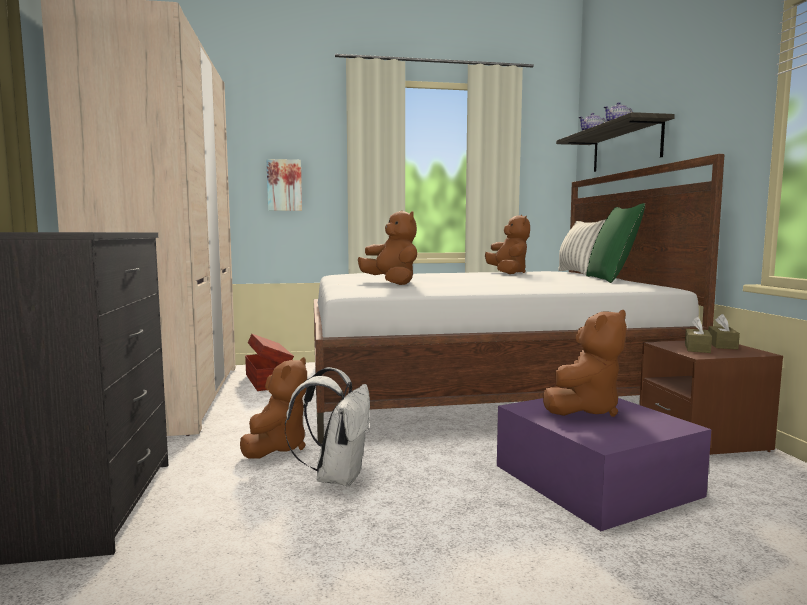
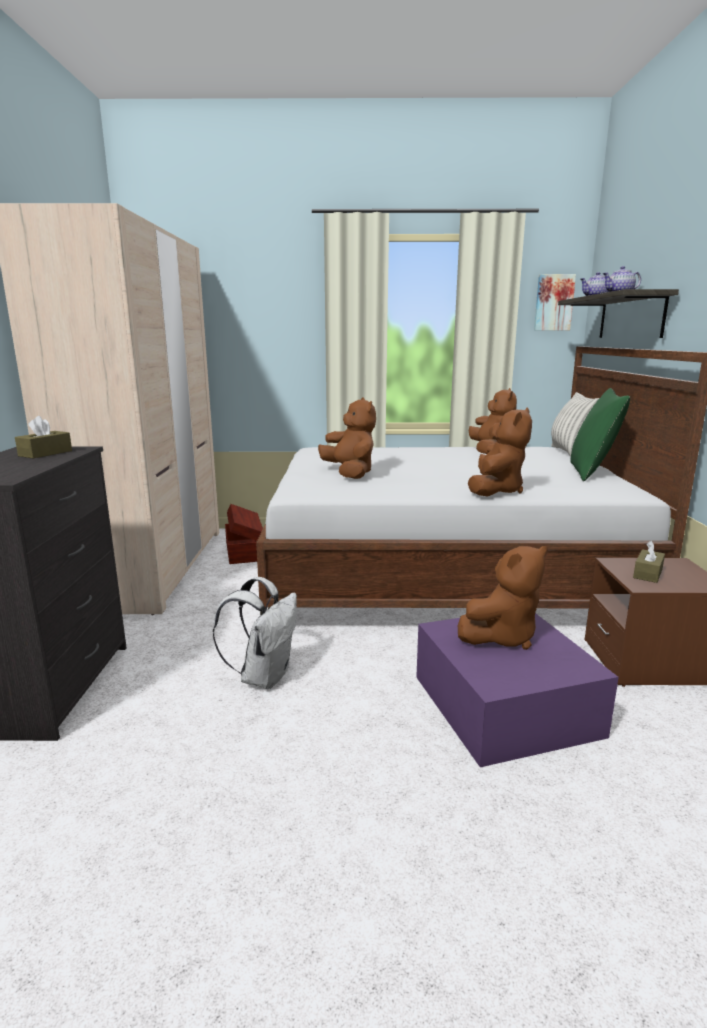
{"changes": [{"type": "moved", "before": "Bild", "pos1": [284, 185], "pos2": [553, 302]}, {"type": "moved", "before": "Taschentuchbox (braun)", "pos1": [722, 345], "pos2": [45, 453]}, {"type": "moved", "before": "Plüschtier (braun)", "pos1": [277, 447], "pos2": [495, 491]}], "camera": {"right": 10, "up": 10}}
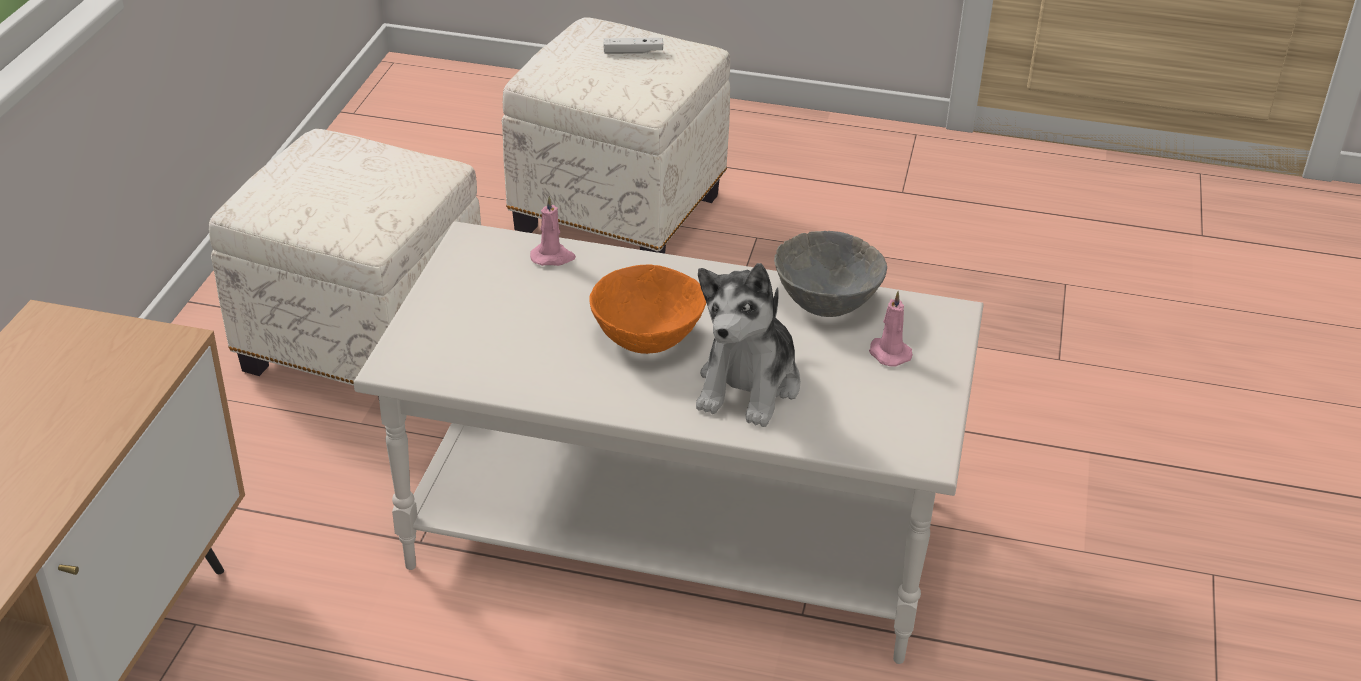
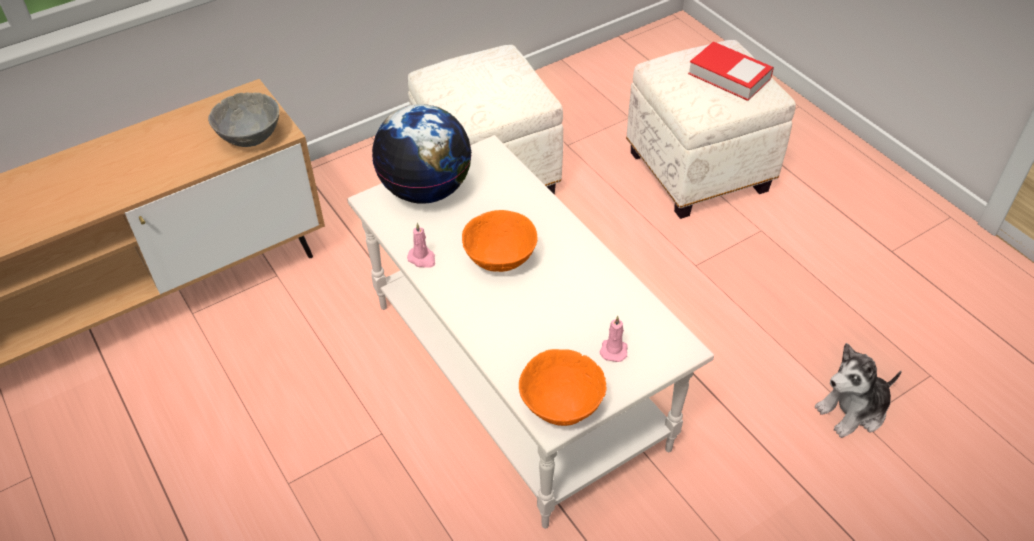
{"changes": [{"type": "replaced", "before": "Gamepad (weiß)", "after": "Buch", "pos1": [633, 52], "pos2": [729, 76]}, {"type": "moved", "before": "Kerze (rosa)", "pos1": [553, 257], "pos2": [422, 259]}, {"type": "moved", "before": "Schüssel (grau)", "pos1": [826, 302], "pos2": [250, 137]}, {"type": "moved", "before": "Plüschtier", "pos1": [749, 385], "pos2": [853, 410]}, {"type": "added", "after": "Globus", "pos2": [426, 190]}, {"type": "added", "after": "Schüssel (orange)", "pos2": [561, 405]}], "camera": {"right": 45, "up": 10}}
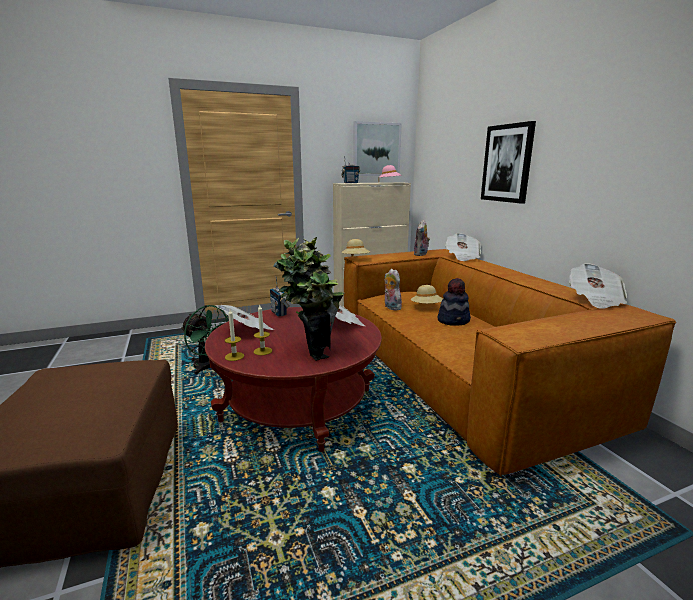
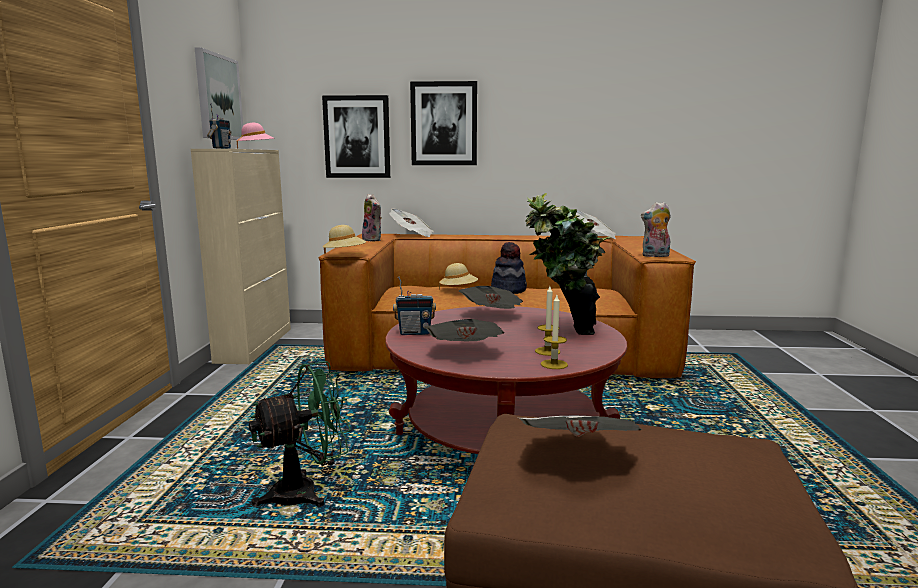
{"changes": [{"type": "moved", "before": "Plüschtier", "pos1": [391, 307], "pos2": [655, 256]}, {"type": "added", "after": "Bild", "pos2": [357, 137]}, {"type": "added", "after": "Zeitung", "pos2": [577, 455]}], "camera": {"right": -65, "up": -5}}
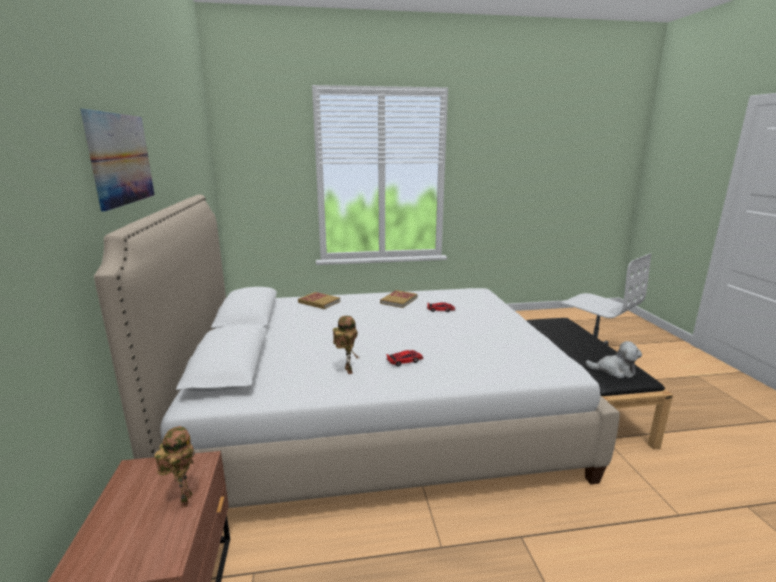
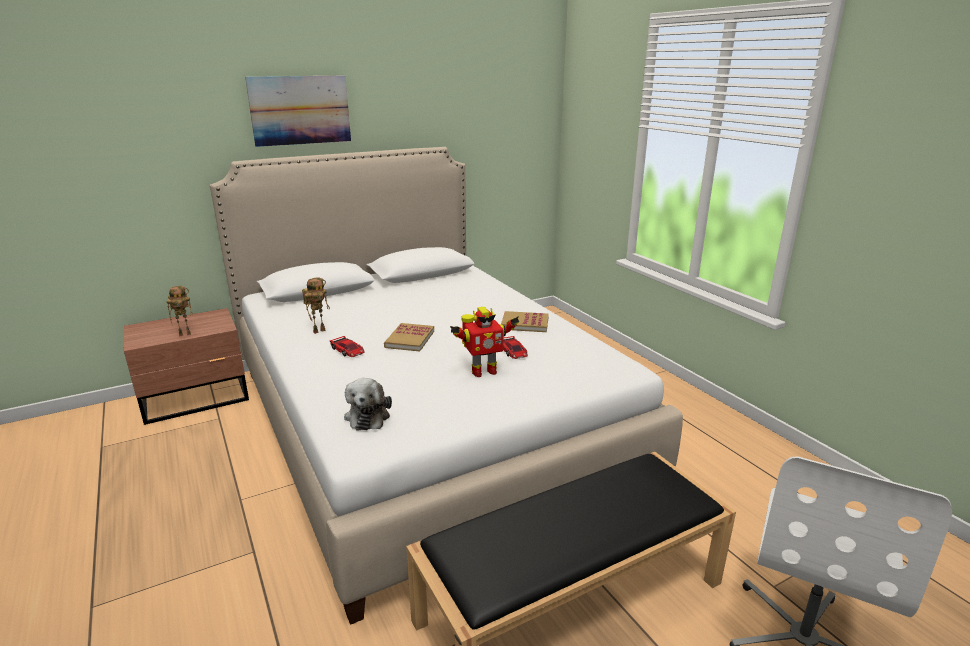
{"changes": [{"type": "moved", "before": "Buch", "pos1": [319, 302], "pos2": [409, 339]}, {"type": "moved", "before": "Plüschtier", "pos1": [614, 371], "pos2": [368, 415]}, {"type": "added", "after": "Spielzeugroboter", "pos2": [483, 371]}], "camera": {"right": 70, "up": 5}}
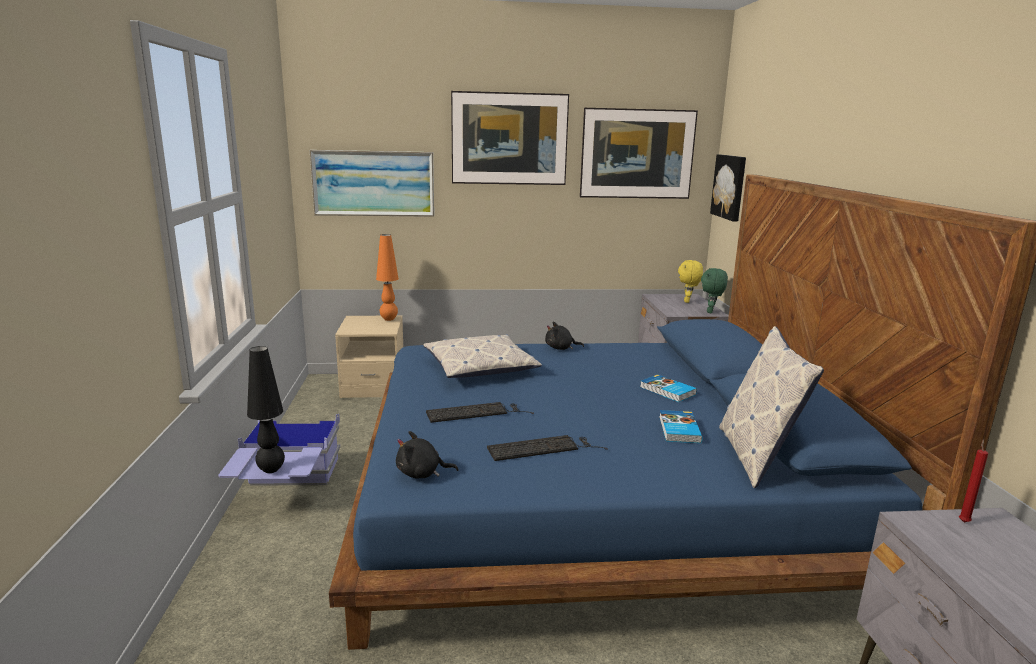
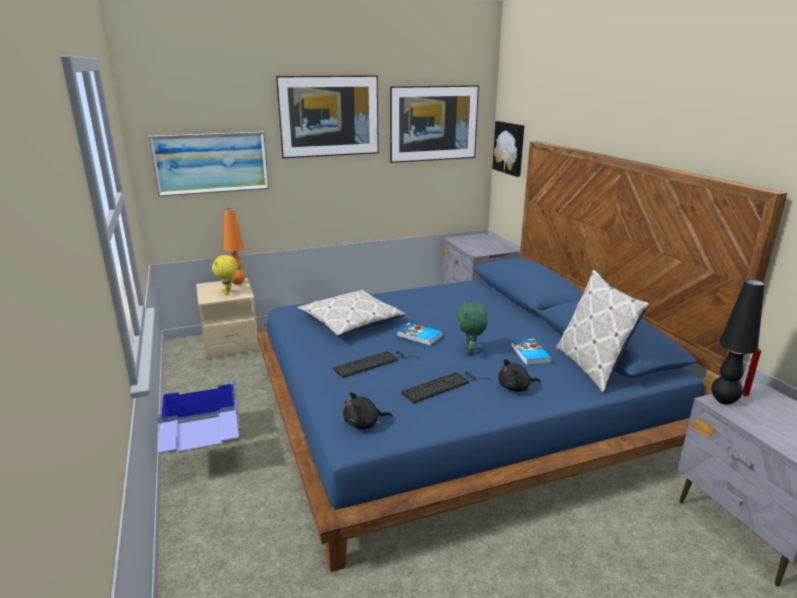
{"changes": [{"type": "moved", "before": "Plüschtier (gelb)", "pos1": [687, 301], "pos2": [228, 293]}, {"type": "moved", "before": "Plüschtier (grün)", "pos1": [711, 312], "pos2": [470, 351]}, {"type": "moved", "before": "Plüschtier (schwarz)", "pos1": [560, 348], "pos2": [516, 388]}, {"type": "moved", "before": "Tischlampe (schwarz)", "pos1": [271, 470], "pos2": [723, 401]}, {"type": "moved", "before": "Buch", "pos1": [667, 391], "pos2": [419, 336]}], "camera": {"right": -15, "up": 5}}
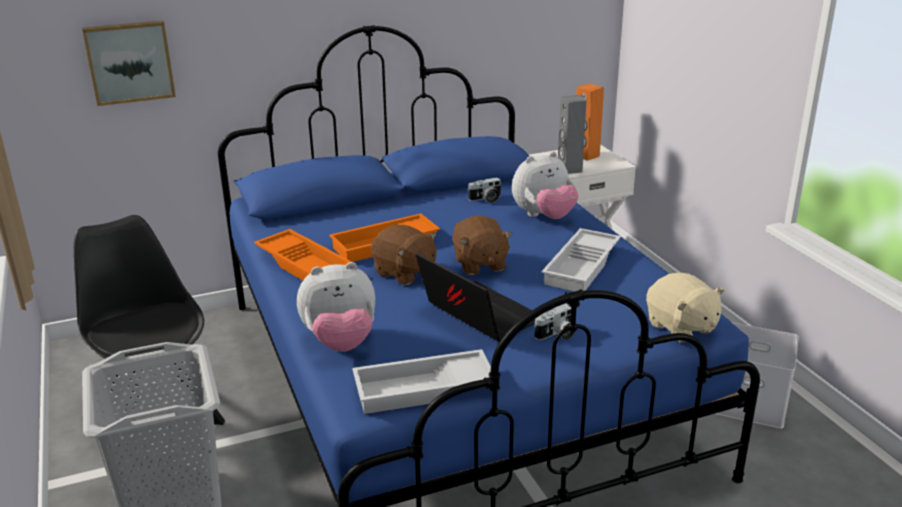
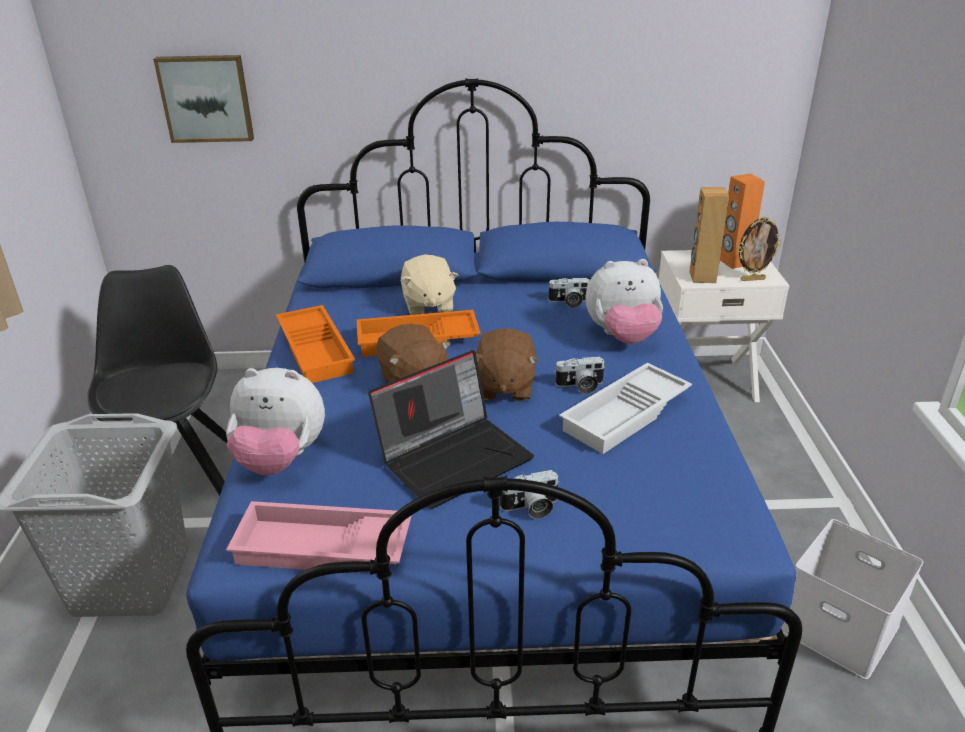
{"changes": [{"type": "recoloured", "before": "Lautsprecher (grau)", "after": "Lautsprecher (braun)", "pos1": [569, 169], "pos2": [702, 277]}, {"type": "turned", "before": "Laptop", "pos1": [477, 315], "pos2": [455, 457], "turn": 75}, {"type": "moved", "before": "Plüschtier (beige)", "pos1": [681, 327], "pos2": [428, 305]}, {"type": "recoloured", "before": "Tablett (weiß)", "after": "Tablett (rosa)", "pos1": [423, 390], "pos2": [321, 549]}, {"type": "added", "after": "Bilderrahmen", "pos2": [752, 279]}, {"type": "added", "after": "Kamera", "pos2": [580, 386]}], "camera": {"right": 20, "up": 5}}
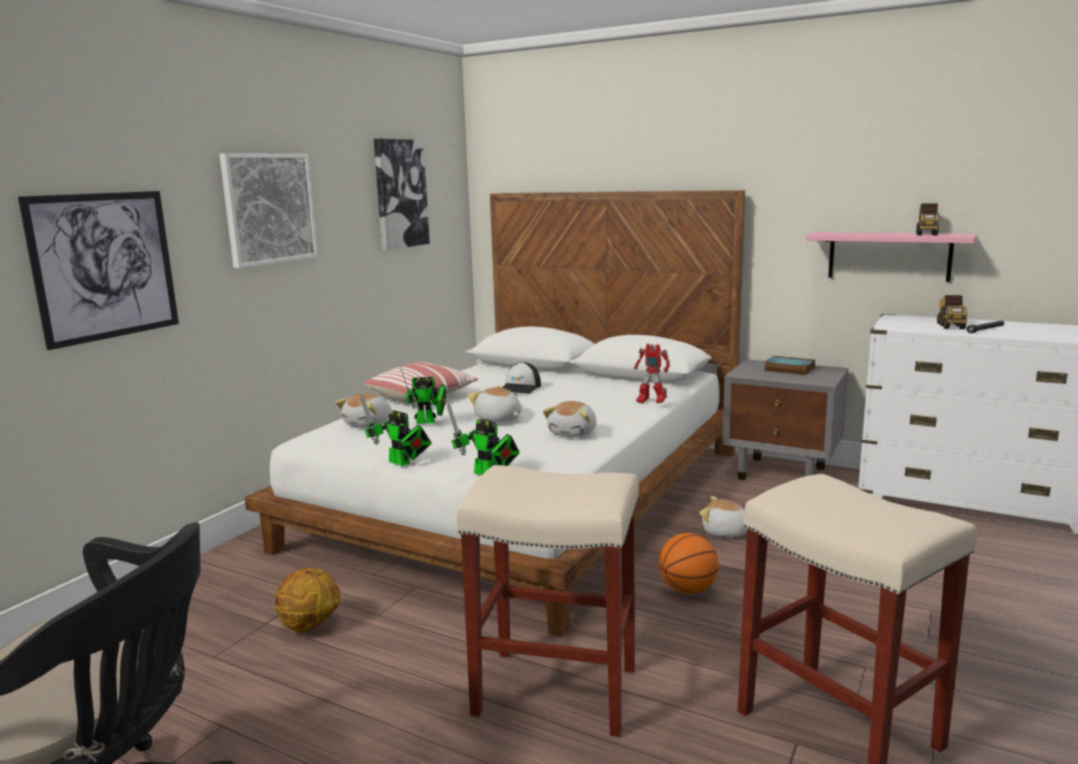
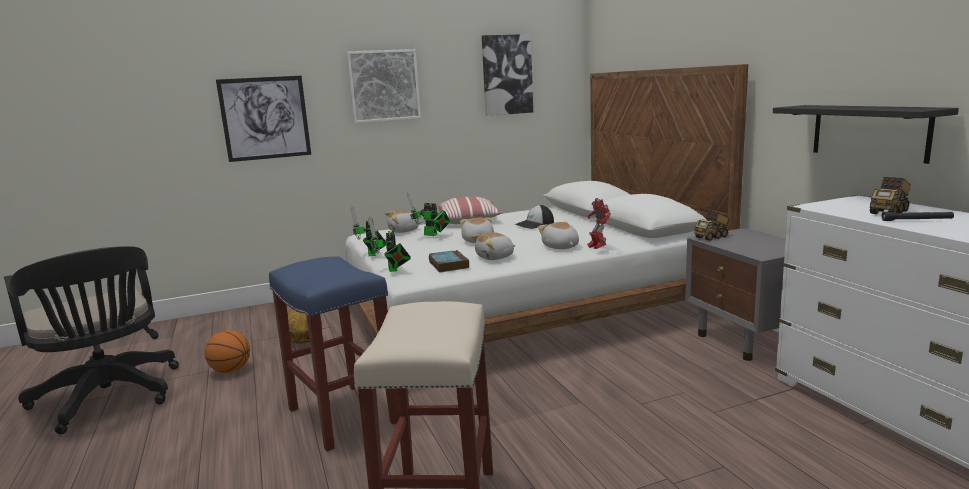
{"changes": [{"type": "moved", "before": "Spielzeuglaster", "pos1": [926, 234], "pos2": [712, 237]}, {"type": "recoloured", "before": "Wandregal (rosa)", "after": "Wandregal (schwarz)", "pos1": [889, 256], "pos2": [869, 132]}, {"type": "moved", "before": "Buch", "pos1": [788, 369], "pos2": [448, 264]}, {"type": "recoloured", "before": "Hocker (beige)", "after": "Hocker (blau)", "pos1": [558, 690], "pos2": [344, 416]}, {"type": "moved", "before": "Plüschtier", "pos1": [725, 532], "pos2": [560, 247]}, {"type": "moved", "before": "Basketball", "pos1": [687, 589], "pos2": [231, 370]}], "camera": {"right": 40, "up": 0}}
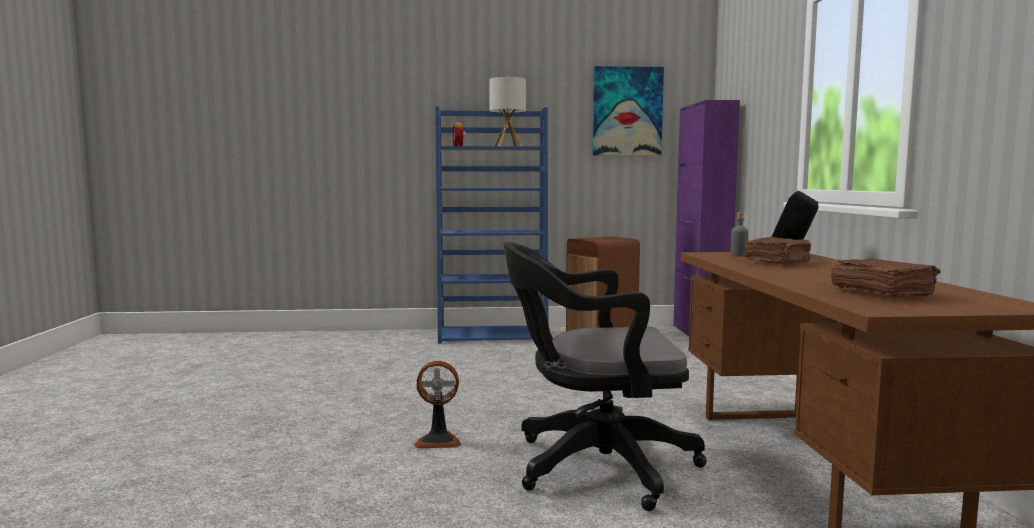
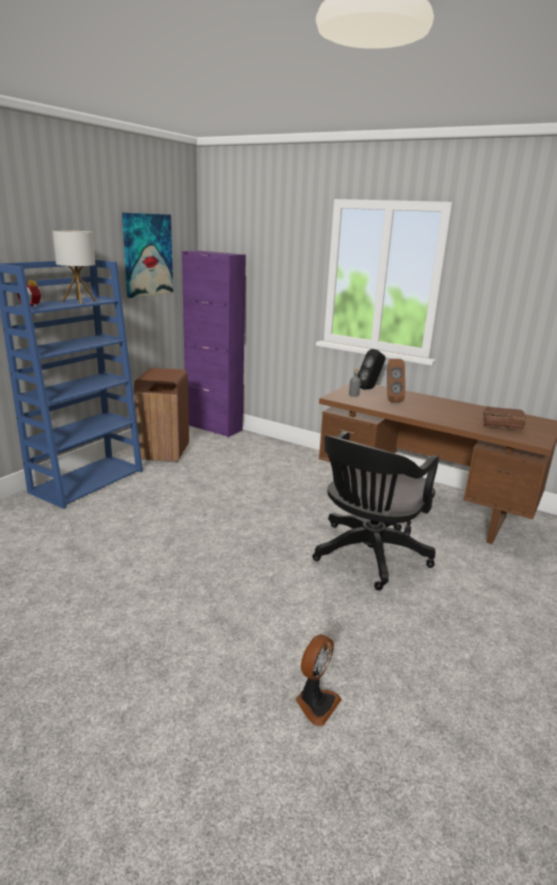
{"changes": [{"type": "replaced", "before": "Buch (braun)", "after": "Lautsprecher (braun)", "pos1": [778, 262], "pos2": [391, 400]}, {"type": "moved", "before": "Ventilator", "pos1": [438, 440], "pos2": [315, 703]}], "camera": {"right": -55, "up": 15}}
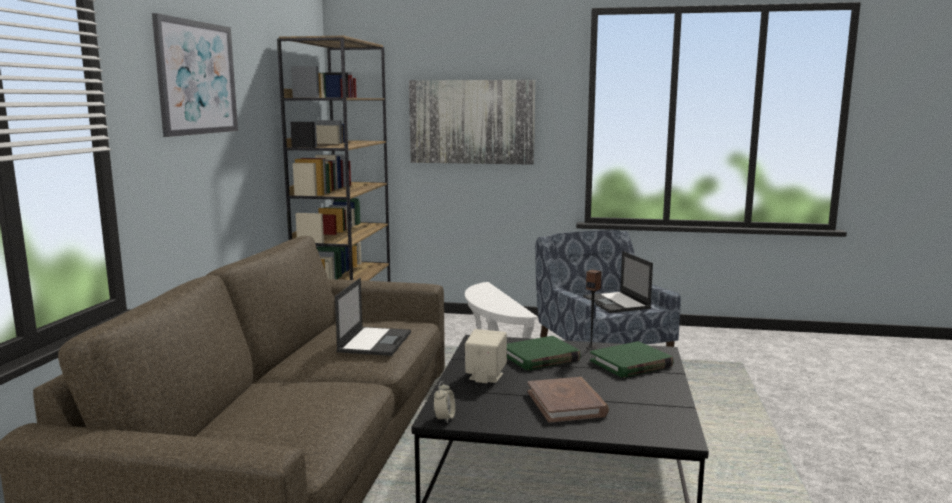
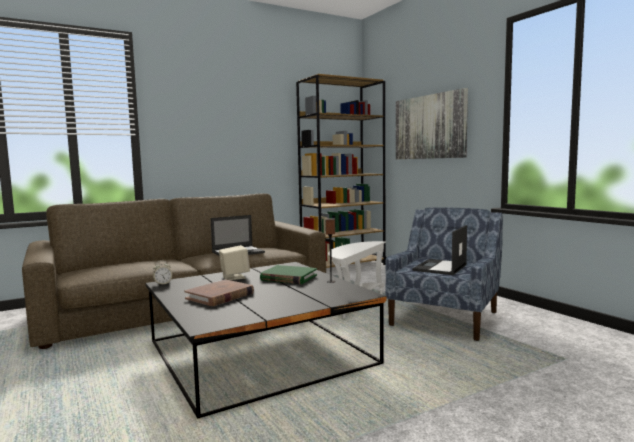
{"changes": [{"type": "removed", "before": "Bild", "pos1": [197, 78]}, {"type": "removed", "before": "Buch (grün)", "pos1": [631, 363]}], "camera": {"right": 50, "up": -5}}
